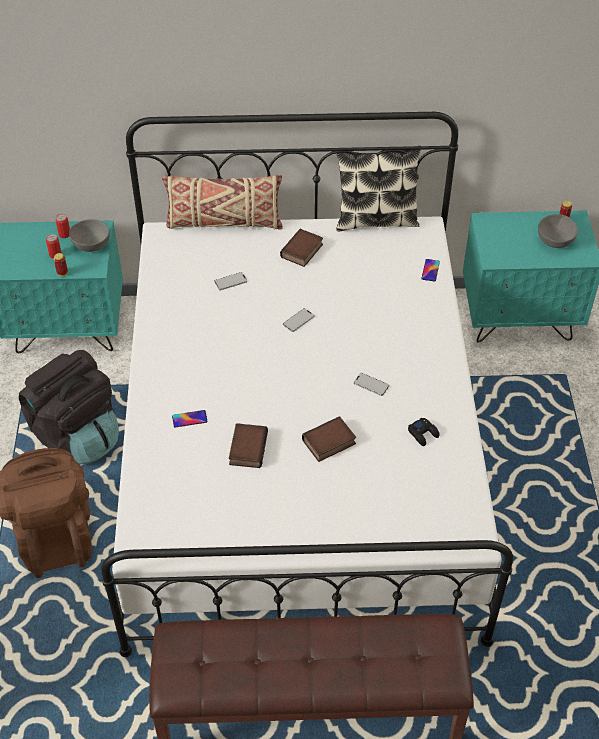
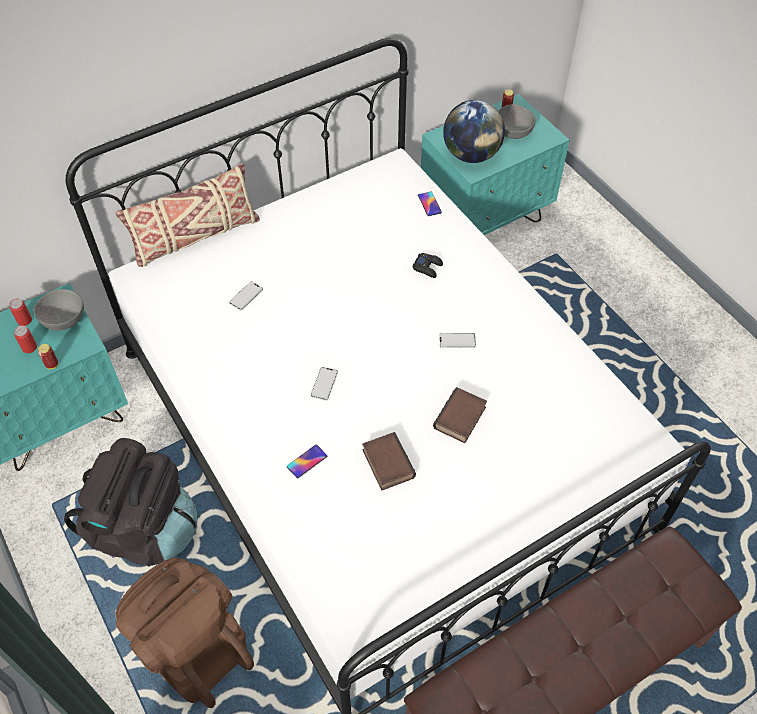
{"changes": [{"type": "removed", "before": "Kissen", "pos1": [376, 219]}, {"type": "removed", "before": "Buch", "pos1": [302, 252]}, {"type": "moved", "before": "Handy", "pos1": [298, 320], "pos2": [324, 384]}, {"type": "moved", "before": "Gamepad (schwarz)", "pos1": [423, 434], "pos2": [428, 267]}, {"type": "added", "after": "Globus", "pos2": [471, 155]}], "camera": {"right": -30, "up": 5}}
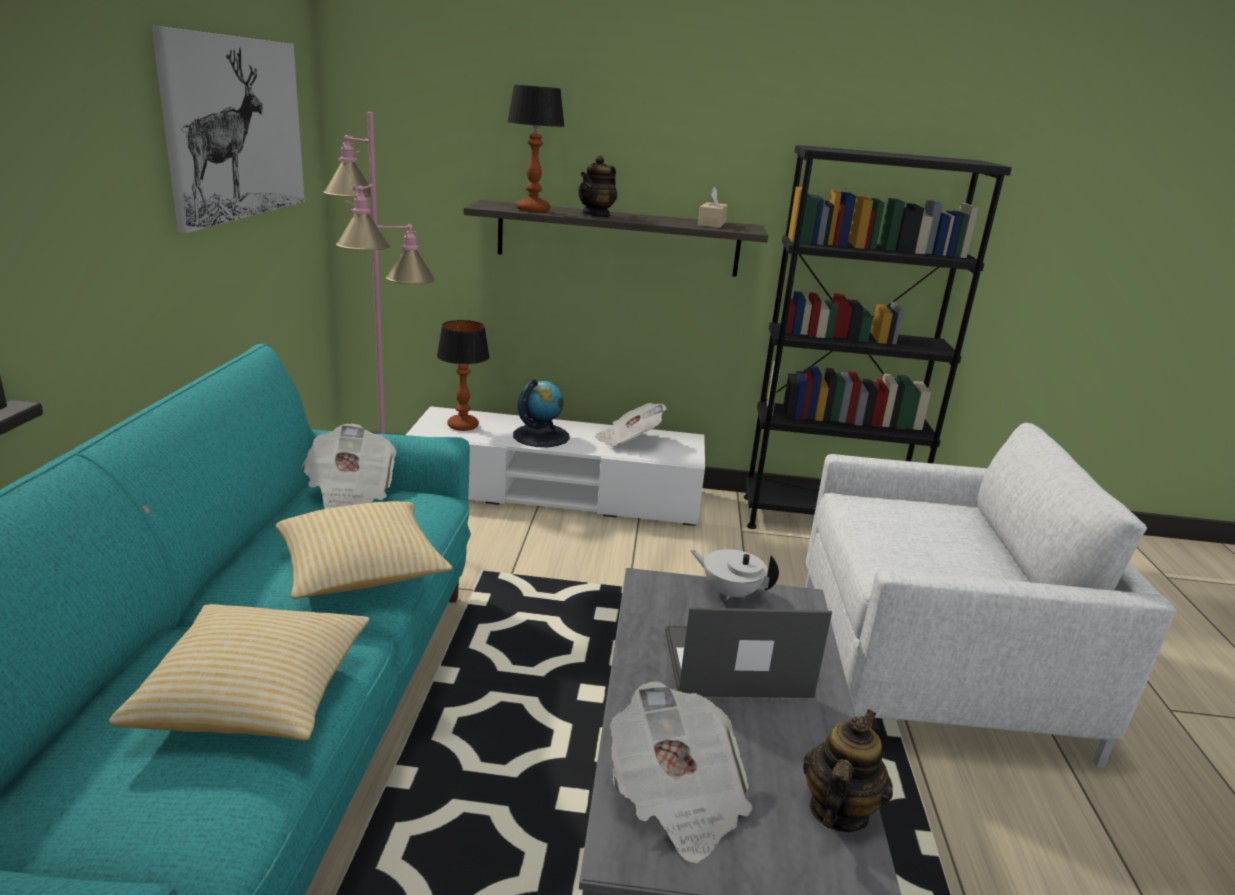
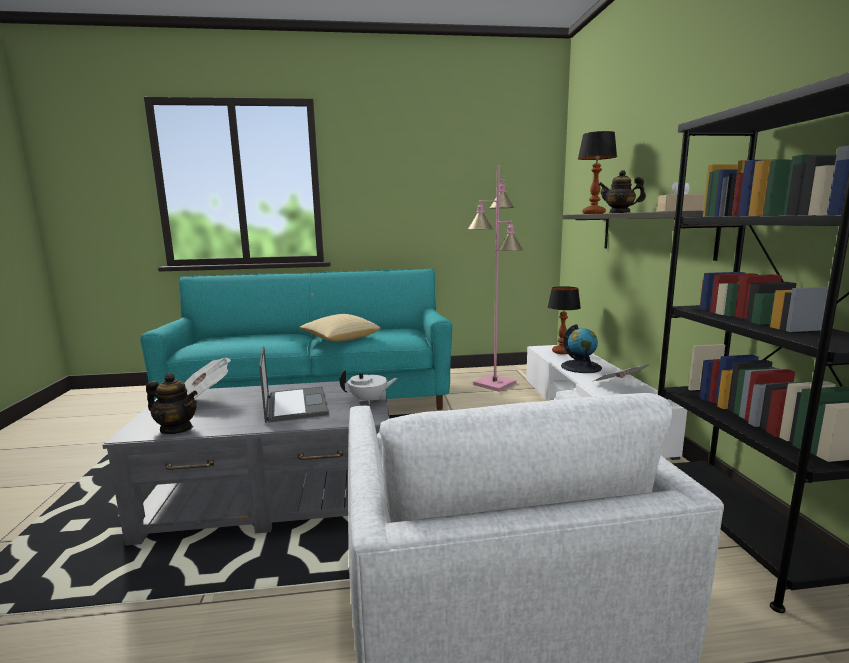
{"changes": [{"type": "removed", "before": "Bild", "pos1": [236, 128]}, {"type": "removed", "before": "Zeitung", "pos1": [350, 490]}, {"type": "turned", "before": "Teekanne (weiß)", "pos1": [730, 592], "pos2": [369, 400], "turn": 60}, {"type": "removed", "before": "Kissen", "pos1": [255, 697]}], "camera": {"right": 80, "up": -10}}
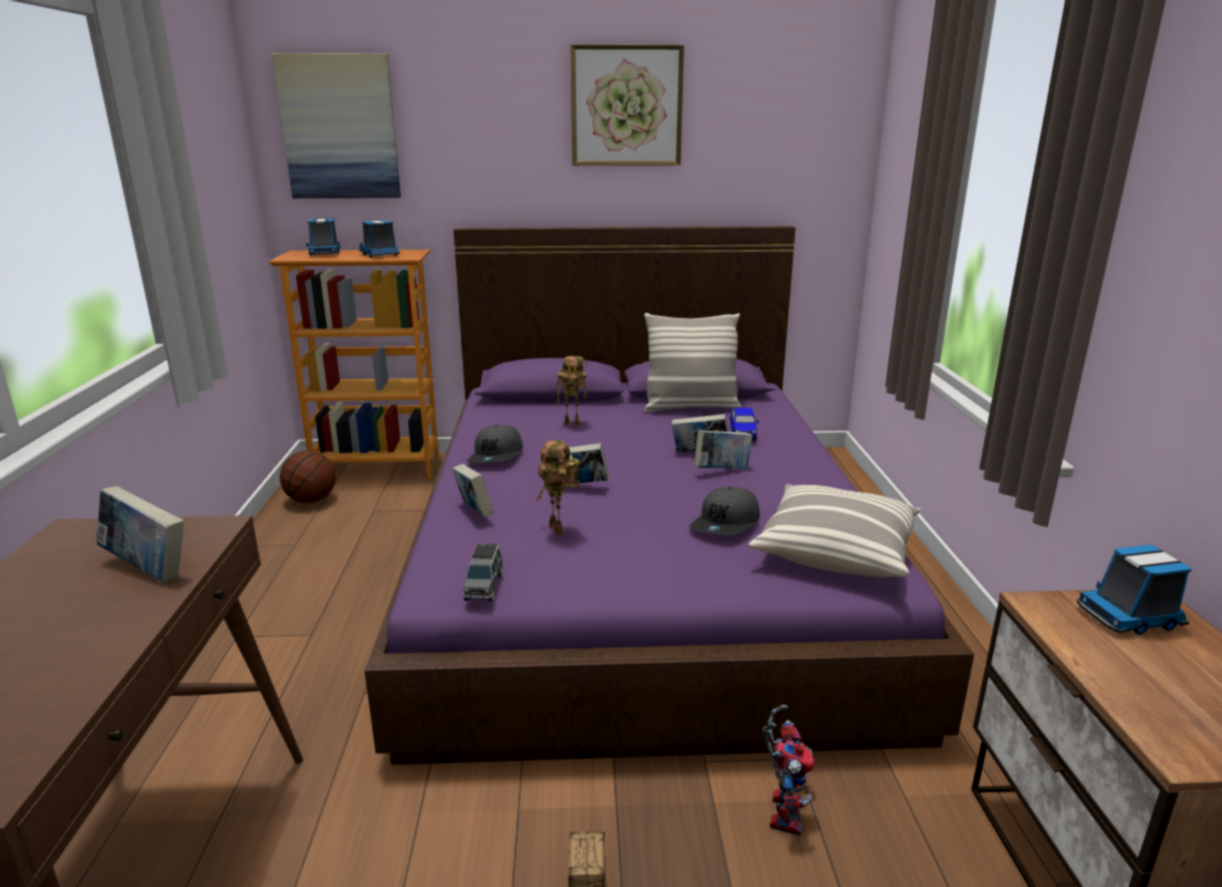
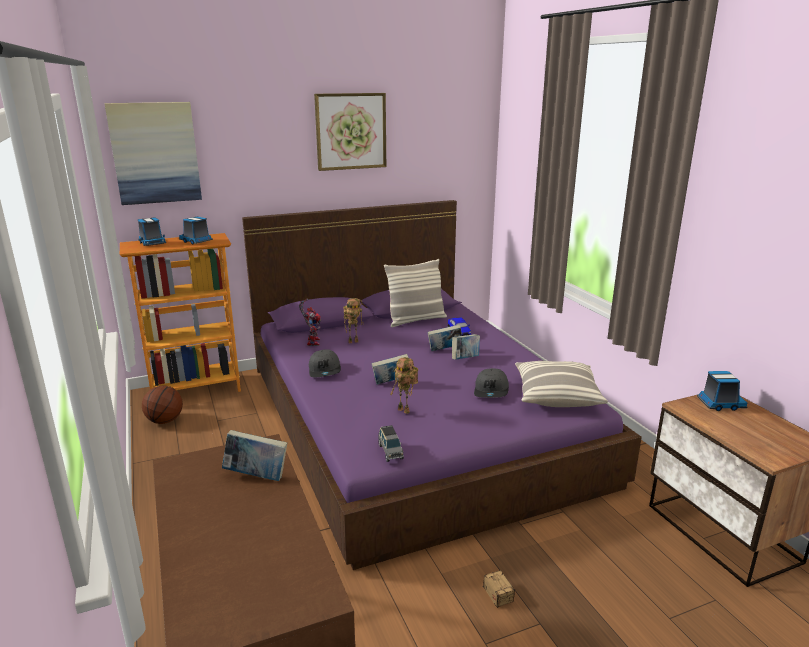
{"changes": [{"type": "removed", "before": "Buch", "pos1": [474, 512]}, {"type": "turned", "before": "Spielzeuglaster", "pos1": [1131, 617], "pos2": [720, 404], "turn": -150}, {"type": "moved", "before": "Spielzeugroboter", "pos1": [782, 809], "pos2": [312, 341]}], "camera": {"right": -20, "up": 0}}
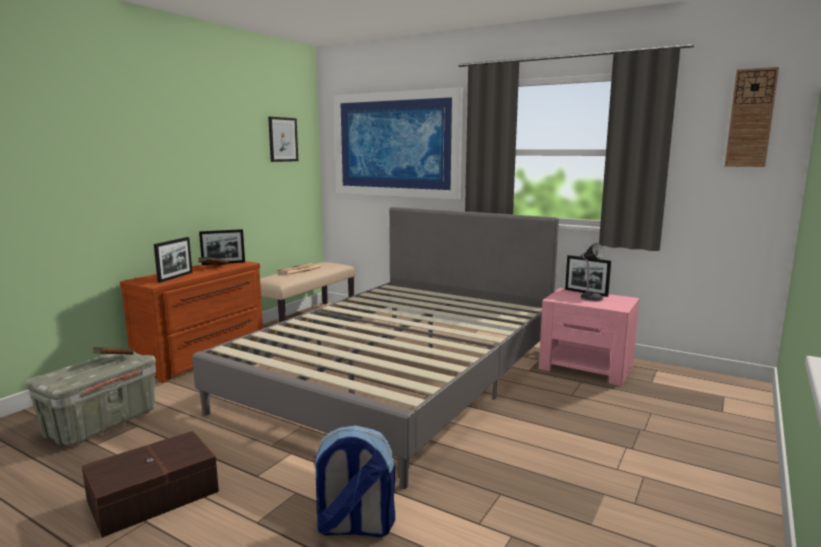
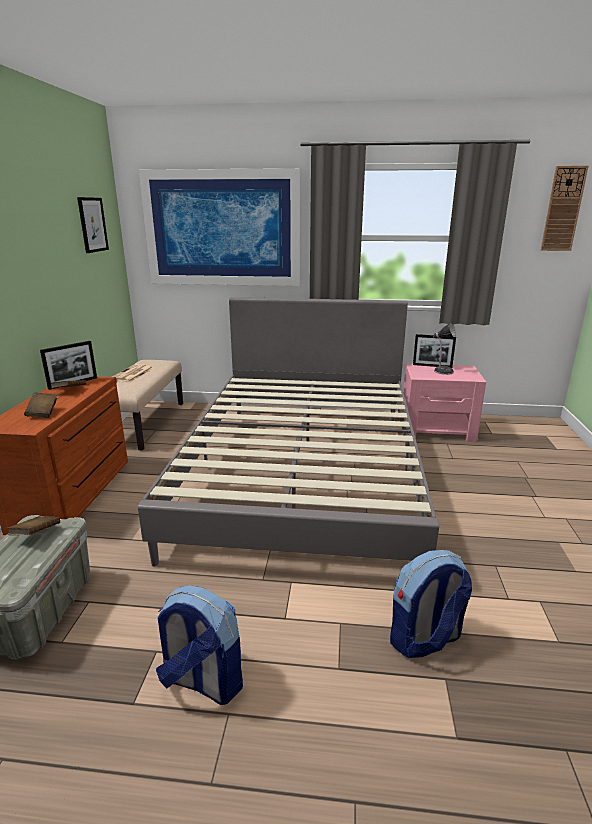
{"changes": [{"type": "replaced", "before": "Bilderrahmen", "after": "Buch (braun)", "pos1": [175, 277], "pos2": [43, 413]}, {"type": "replaced", "before": "Aufbewahrungsbox (braun)", "after": "Rucksack", "pos1": [152, 496], "pos2": [202, 681]}], "camera": {"right": -25, "up": 10}}
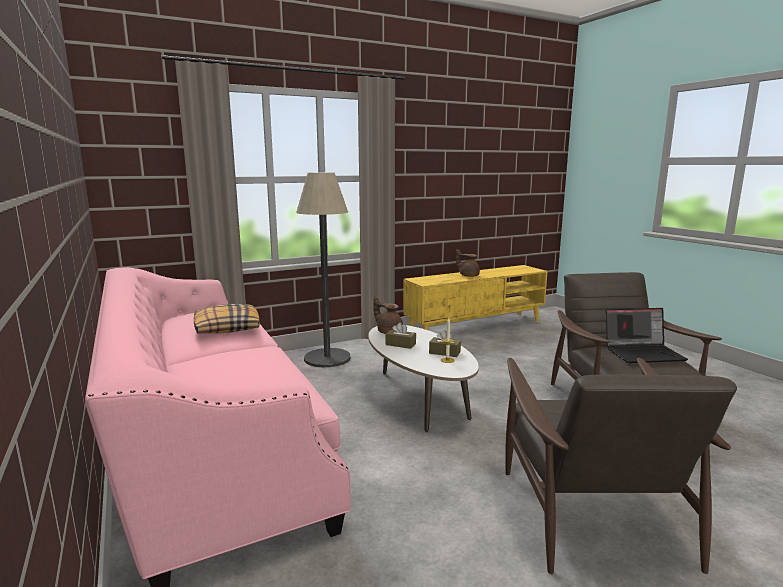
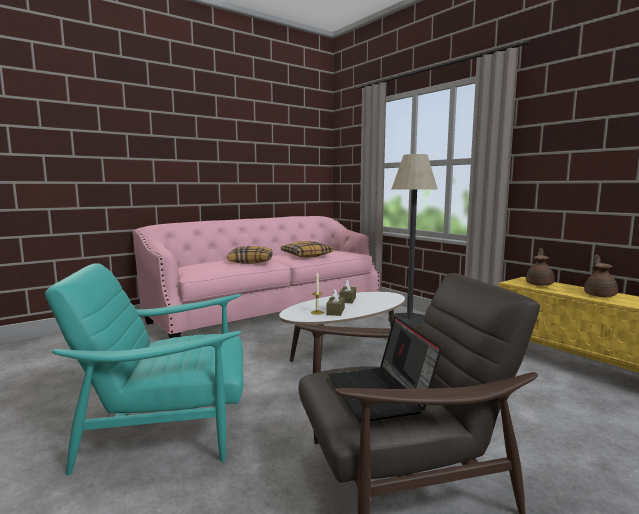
{"changes": [{"type": "moved", "before": "Teekanne (braun)", "pos1": [389, 332], "pos2": [539, 284]}, {"type": "recoloured", "before": "Sessel (braun)", "after": "Sessel (türkis)", "pos1": [591, 511], "pos2": [168, 427]}, {"type": "added", "after": "Kissen", "pos2": [251, 261]}], "camera": {"right": 80, "up": -5}}
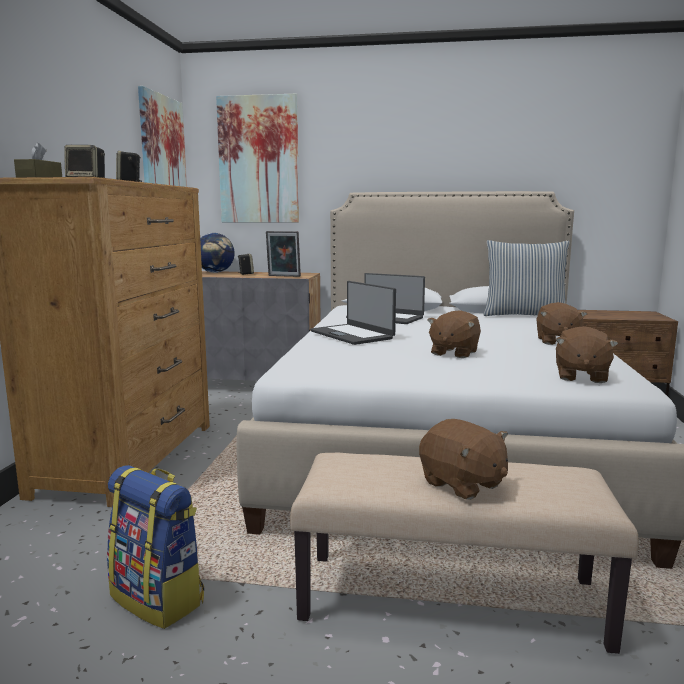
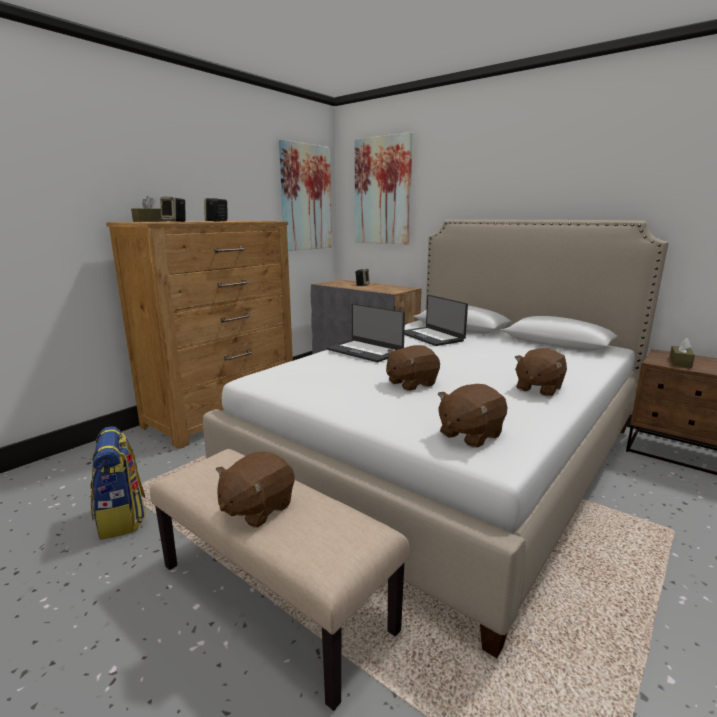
{"changes": [{"type": "removed", "before": "Bilderrahmen", "pos1": [283, 276]}, {"type": "removed", "before": "Globus", "pos1": [215, 272]}, {"type": "removed", "before": "Kissen", "pos1": [524, 315]}, {"type": "turned", "before": "Laptop", "pos1": [352, 335], "pos2": [365, 351], "turn": -45}, {"type": "turned", "before": "Plüschtier (braun)", "pos1": [462, 484], "pos2": [256, 508], "turn": 45}, {"type": "added", "after": "Taschentuchbox (braun)", "pos2": [680, 362]}], "camera": {"right": 30, "up": 5}}
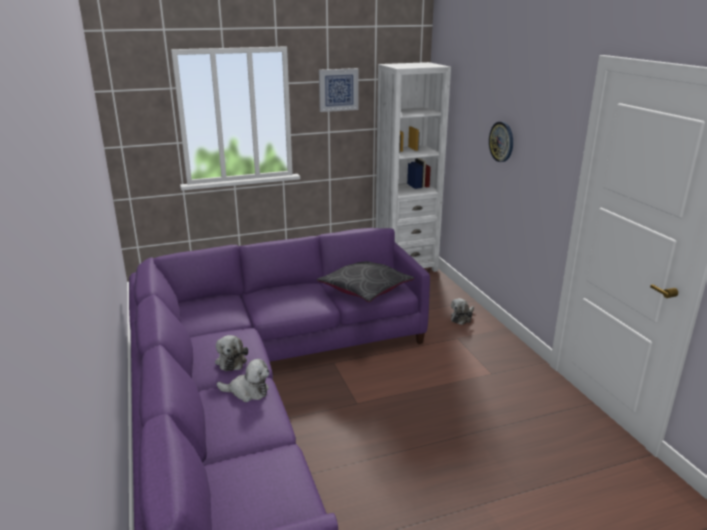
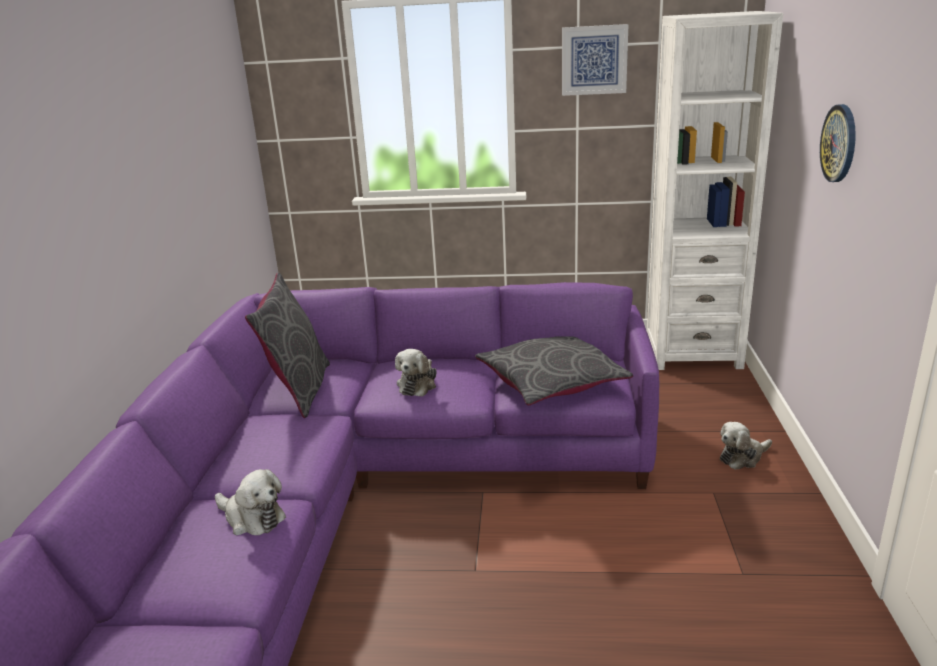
{"changes": [{"type": "moved", "before": "Plüschtier", "pos1": [231, 360], "pos2": [418, 384]}, {"type": "added", "after": "Kissen (grau)", "pos2": [299, 390]}], "camera": {"right": 25, "up": 0}}
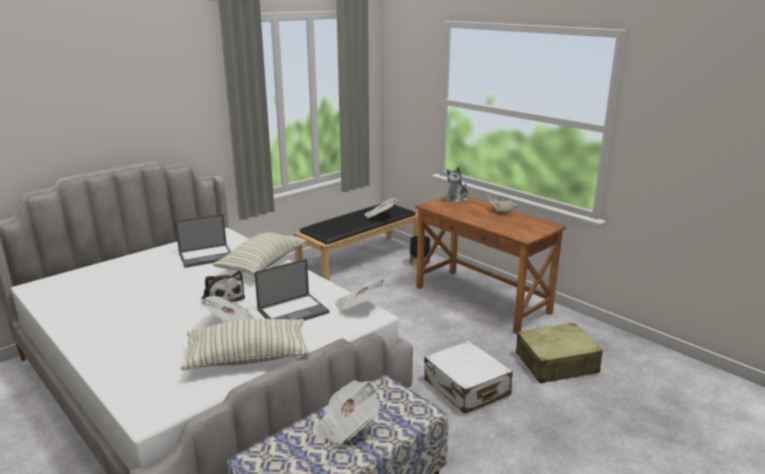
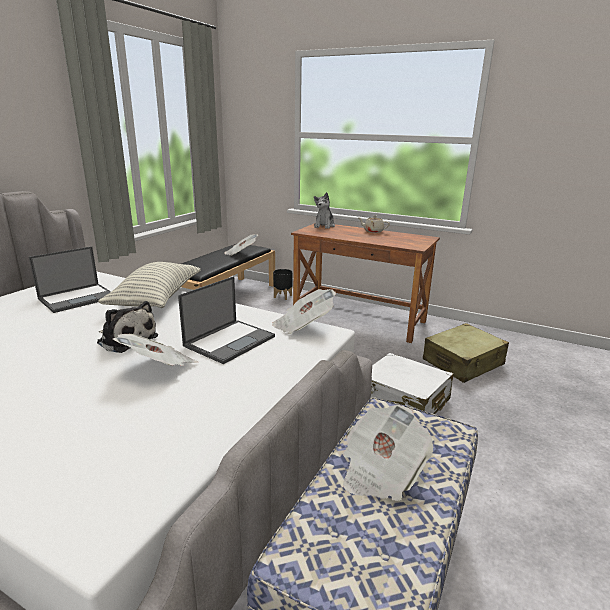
{"changes": [{"type": "removed", "before": "Kissen", "pos1": [248, 358]}], "camera": {"right": -20, "up": 0}}
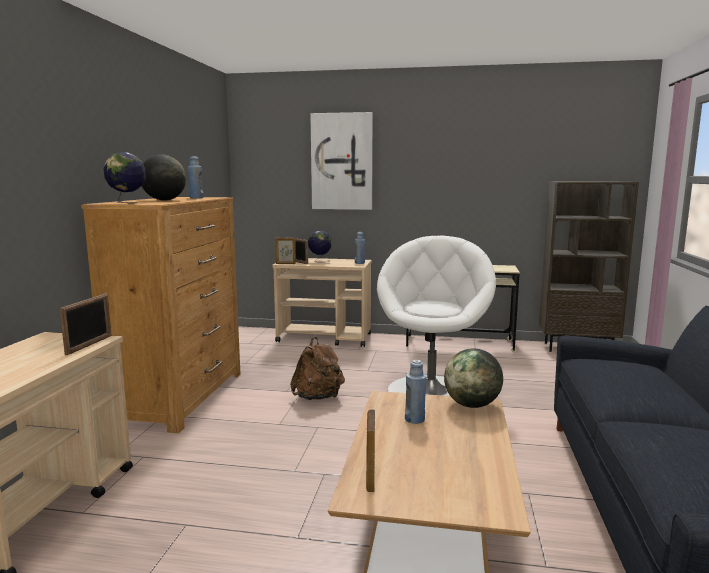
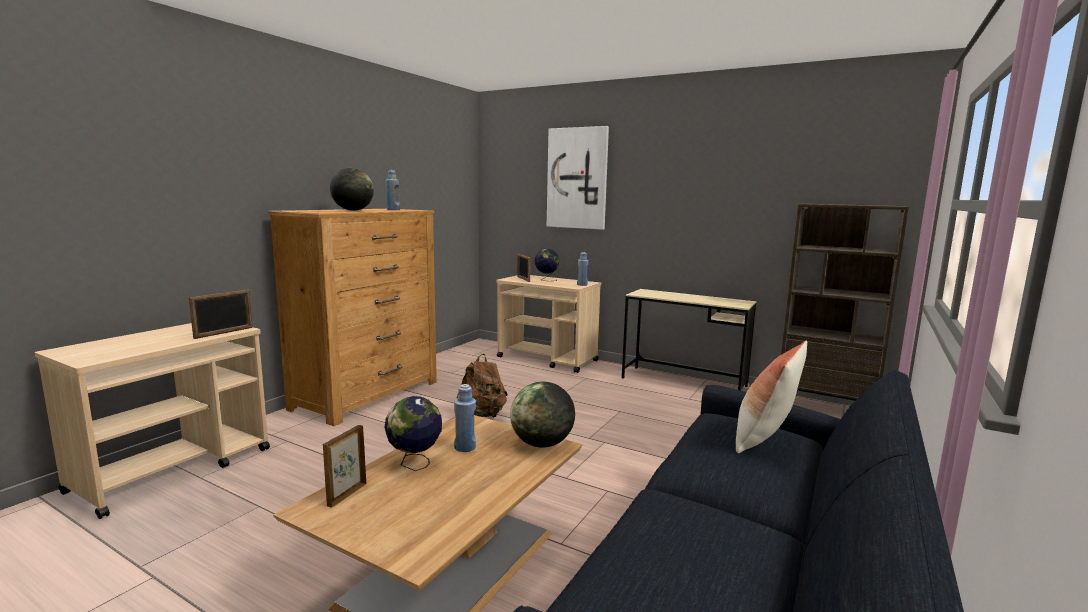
{"changes": [{"type": "moved", "before": "Globus", "pos1": [127, 203], "pos2": [415, 464]}, {"type": "removed", "before": "Sessel (weiß)", "pos1": [431, 390]}, {"type": "removed", "before": "Bilderrahmen", "pos1": [285, 264]}, {"type": "added", "after": "Kissen", "pos2": [764, 439]}], "camera": {"right": 20, "up": 0}}
